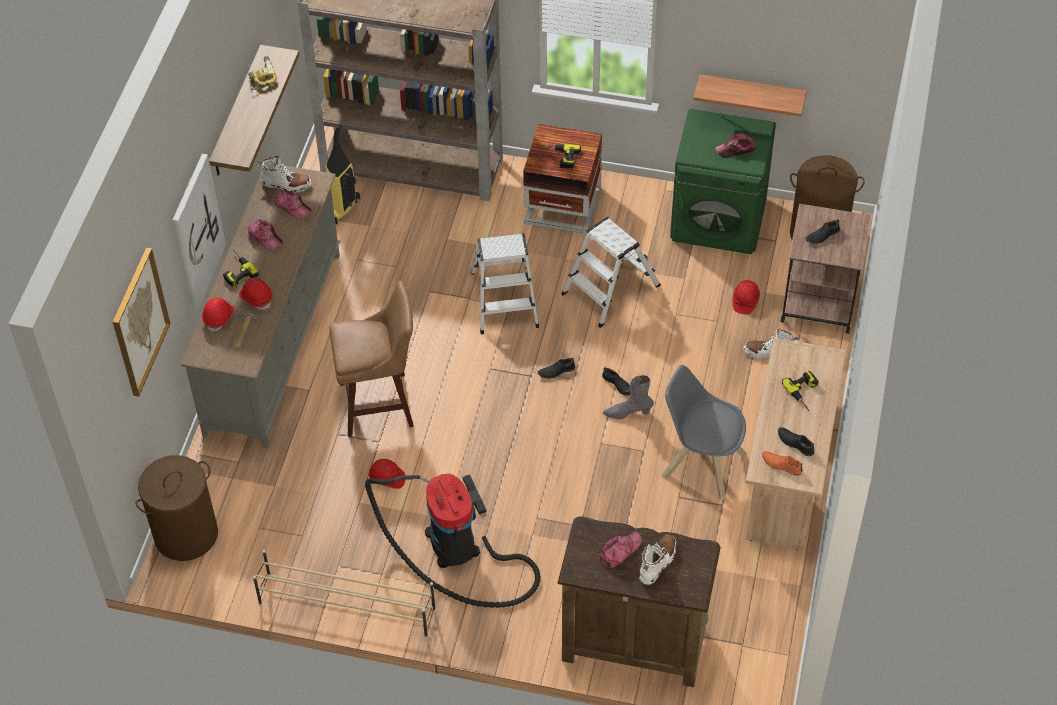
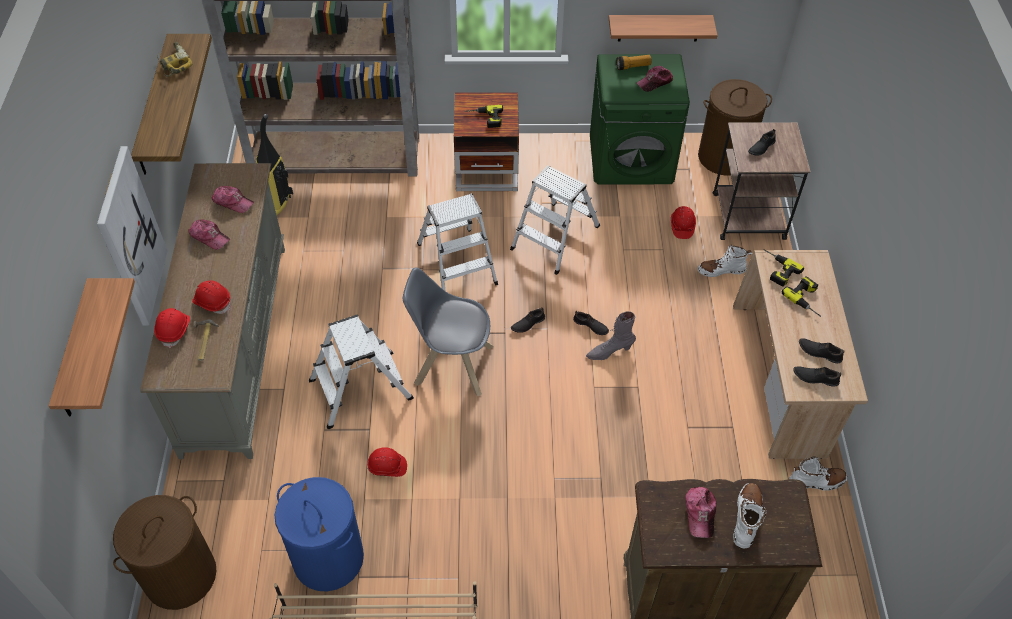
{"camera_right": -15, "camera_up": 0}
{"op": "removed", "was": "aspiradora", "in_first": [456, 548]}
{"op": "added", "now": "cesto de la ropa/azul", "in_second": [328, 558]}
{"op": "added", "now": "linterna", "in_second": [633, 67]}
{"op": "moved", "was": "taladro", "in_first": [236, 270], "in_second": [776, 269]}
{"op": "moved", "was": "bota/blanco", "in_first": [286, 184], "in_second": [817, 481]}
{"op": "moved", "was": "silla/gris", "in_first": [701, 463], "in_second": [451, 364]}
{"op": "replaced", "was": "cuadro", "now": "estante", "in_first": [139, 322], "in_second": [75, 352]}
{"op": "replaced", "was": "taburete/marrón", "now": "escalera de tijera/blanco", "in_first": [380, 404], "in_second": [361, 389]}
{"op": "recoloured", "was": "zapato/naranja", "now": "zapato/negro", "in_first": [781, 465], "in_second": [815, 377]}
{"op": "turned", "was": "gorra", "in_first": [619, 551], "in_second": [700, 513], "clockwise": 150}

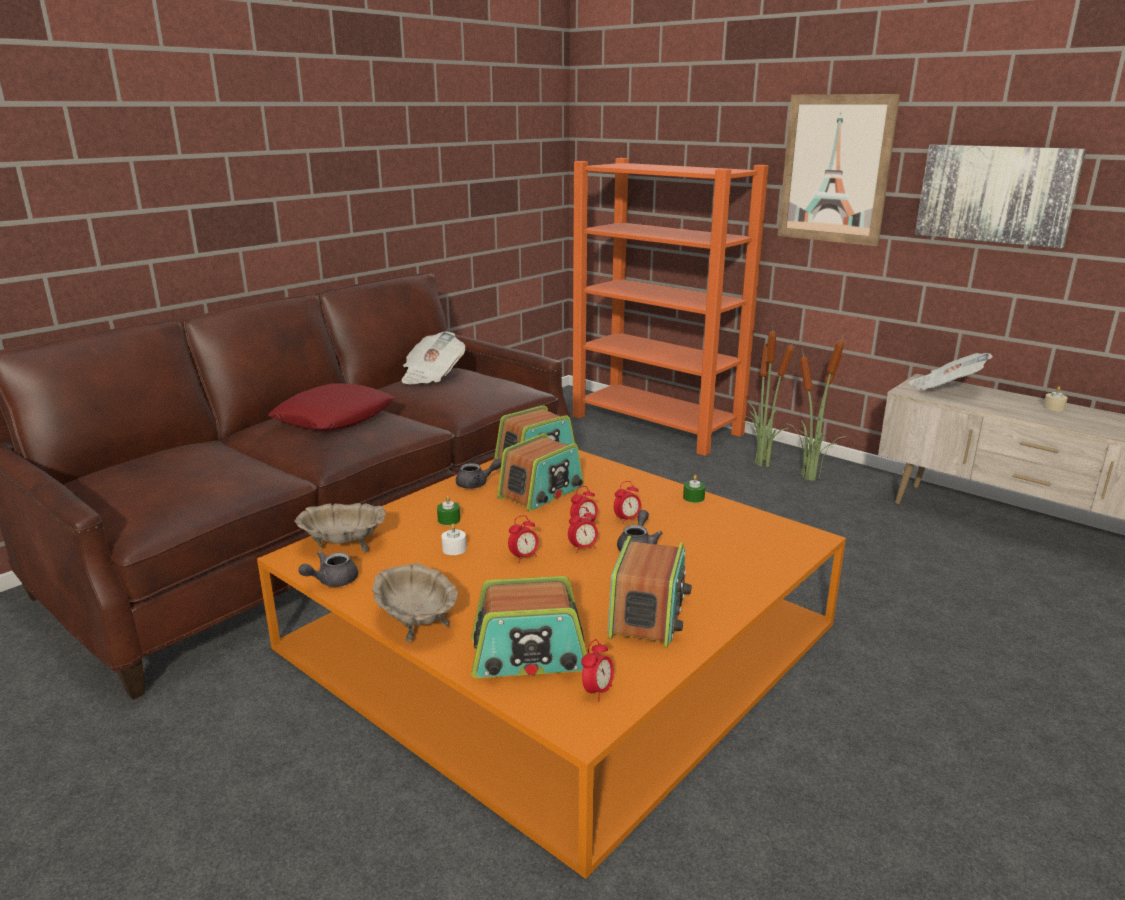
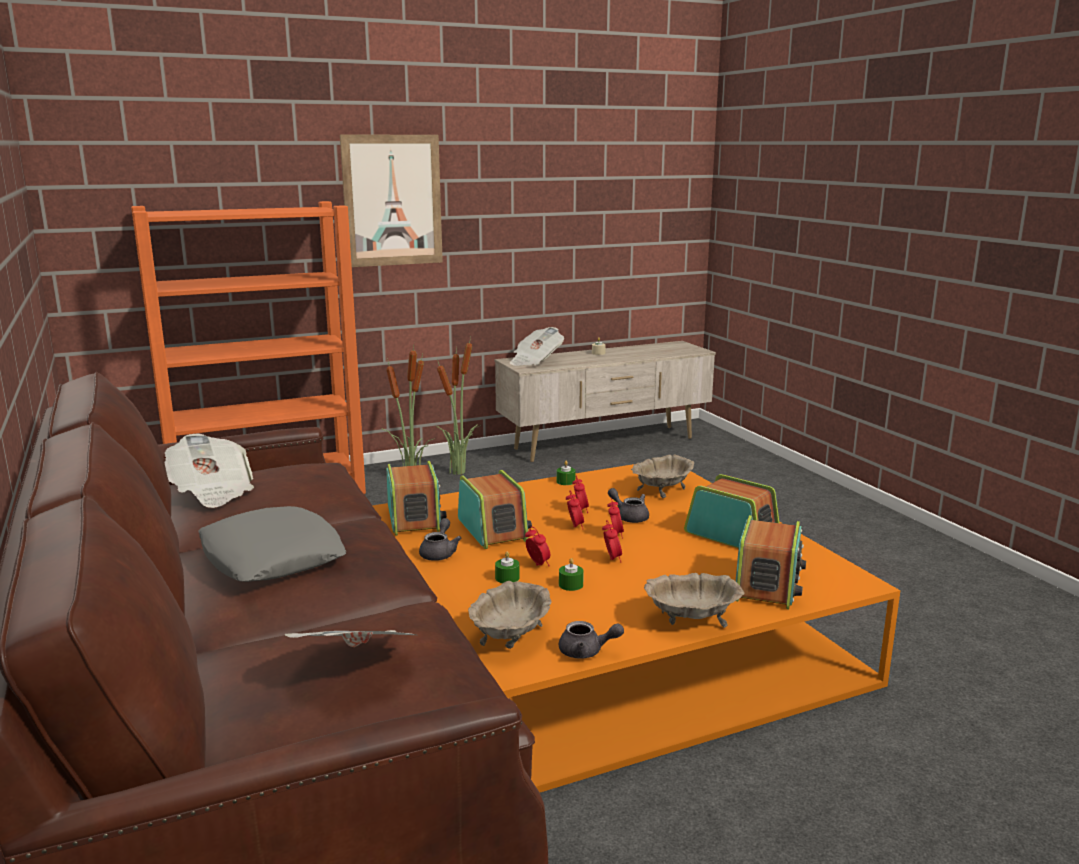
{"camera_right": -65, "camera_up": -5}
{"op": "removed", "was": "cuadro", "in_first": [995, 194]}
{"op": "added", "now": "periódico", "in_second": [358, 664]}
{"op": "added", "now": "cuenco/beis", "in_second": [661, 490]}
{"op": "moved", "was": "despertador", "in_first": [597, 691], "in_second": [537, 564]}
{"op": "recoloured", "was": "cojín/rojo", "now": "cojín/gris", "in_first": [335, 417], "in_second": [271, 557]}
{"op": "recoloured", "was": "vela/blanco", "now": "vela/verde", "in_first": [454, 549], "in_second": [571, 585]}
{"op": "turned", "was": "tetera/gris", "in_first": [332, 581], "in_second": [586, 652], "clockwise": -60}

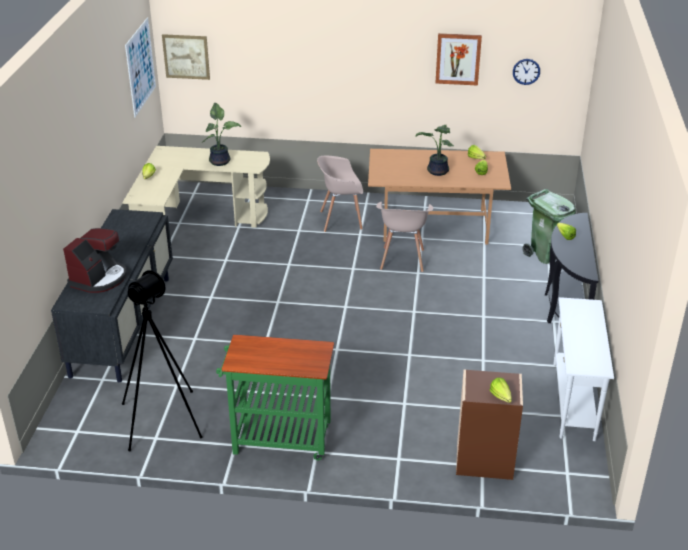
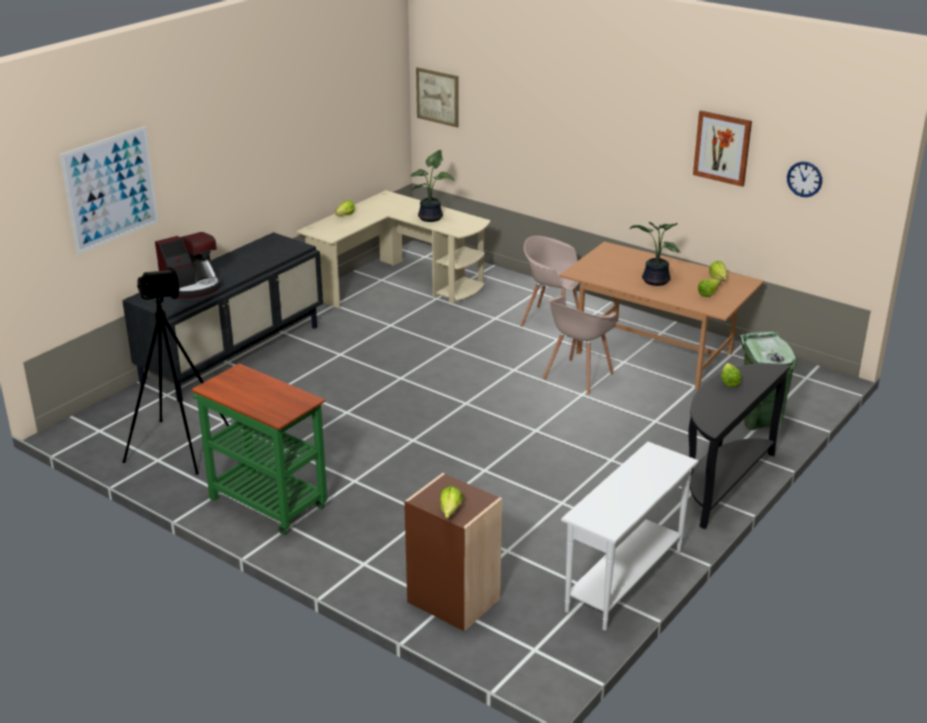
{"camera_right": 30, "camera_up": -5}
{"op": "moved", "was": "cuadro", "in_first": [140, 66], "in_second": [111, 189]}

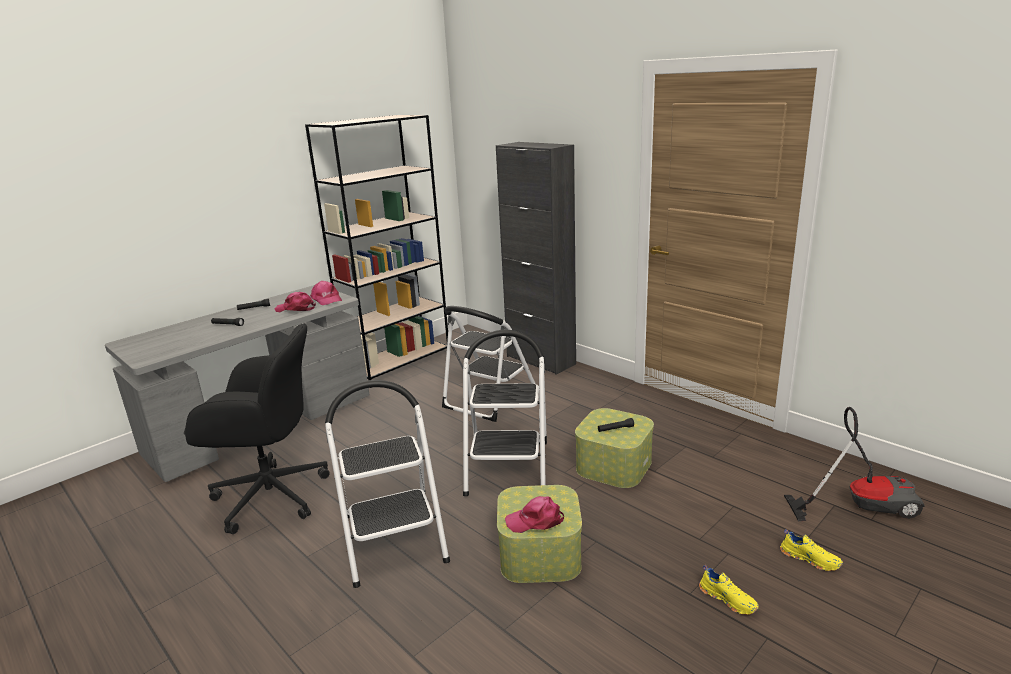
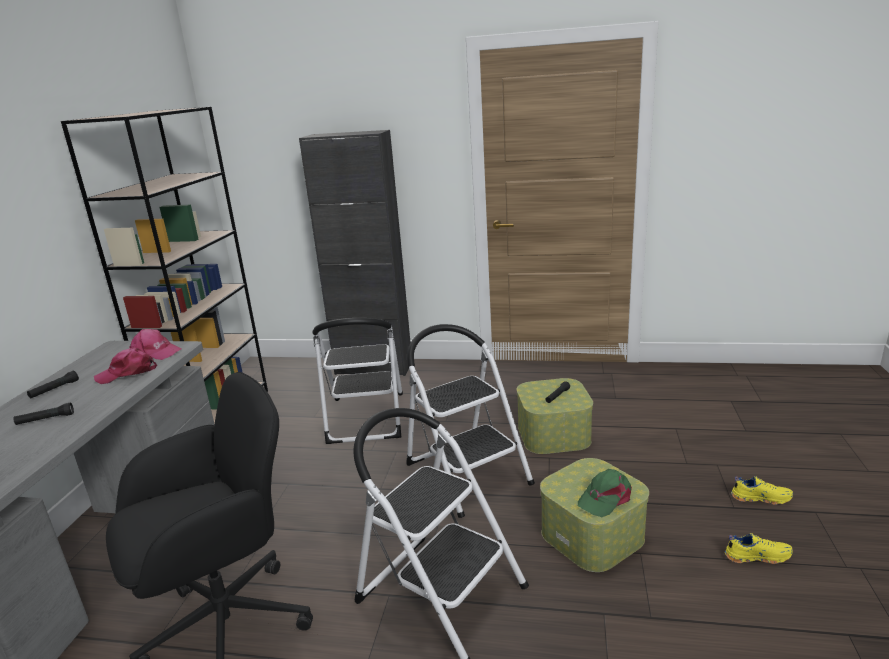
{"camera_right": -35, "camera_up": 0}
{"op": "removed", "was": "aspiradora", "in_first": [860, 504]}
{"op": "moved", "was": "zapato/amarillo", "in_first": [810, 559], "in_second": [756, 556]}
{"op": "recoloured", "was": "gorra/rosa", "now": "gorra/verde", "in_first": [535, 520], "in_second": [605, 498]}

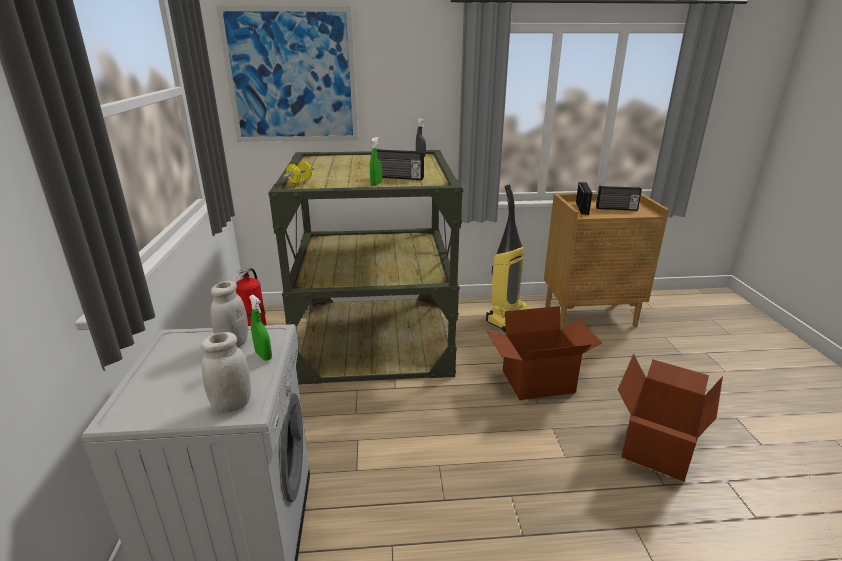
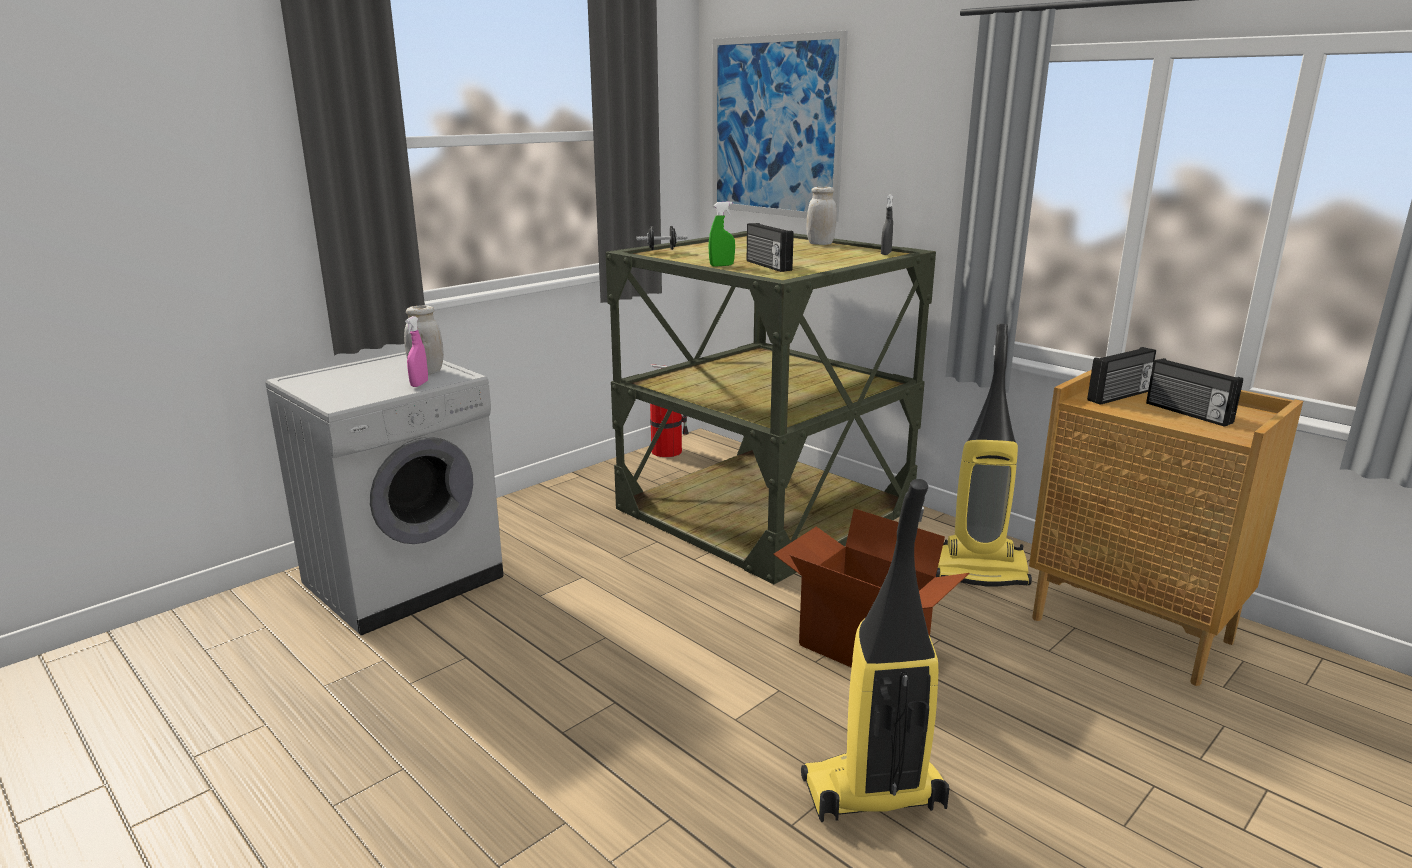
{"camera_right": 50, "camera_up": -5}
{"op": "moved", "was": "tarro/blanco", "in_first": [232, 405], "in_second": [820, 244]}
{"op": "replaced", "was": "caja de cartón", "now": "aspiradora", "in_first": [656, 446], "in_second": [872, 795]}
{"op": "recoloured", "was": "pulverizador/verde", "now": "pulverizador/rosa", "in_first": [263, 355], "in_second": [419, 384]}
{"op": "recoloured", "was": "mancuerna/amarillo", "now": "mancuerna/negro", "in_first": [300, 181], "in_second": [662, 249]}

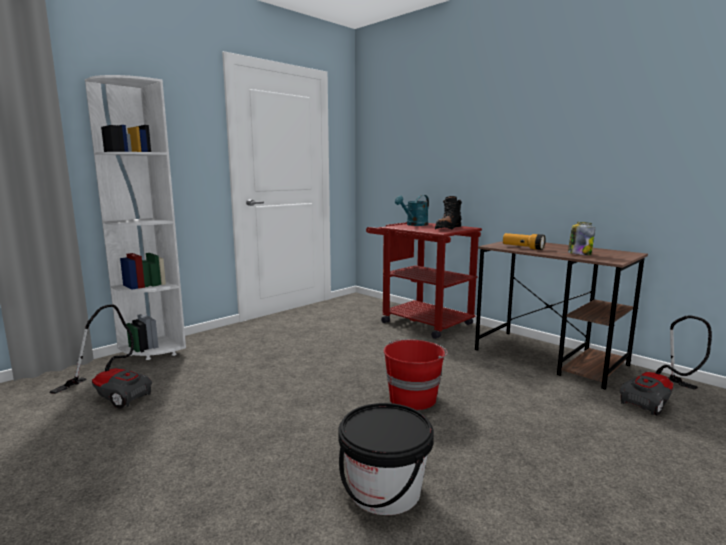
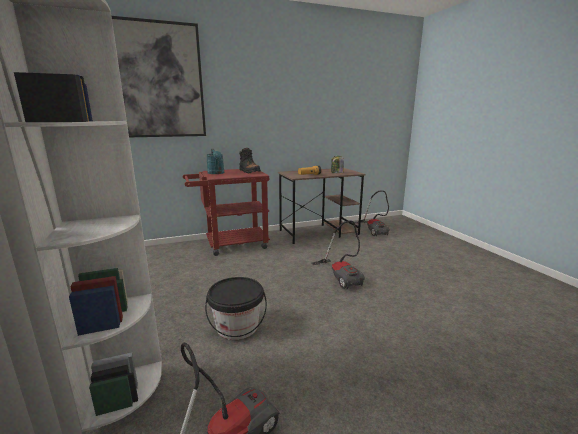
{"camera_right": -65, "camera_up": 5}
{"op": "added", "now": "cuadro", "in_second": [160, 81]}
{"op": "moved", "was": "cubo/negro", "in_first": [384, 490], "in_second": [237, 326]}
{"op": "replaced", "was": "cubo/rojo", "now": "aspiradora", "in_first": [413, 398], "in_second": [341, 276]}

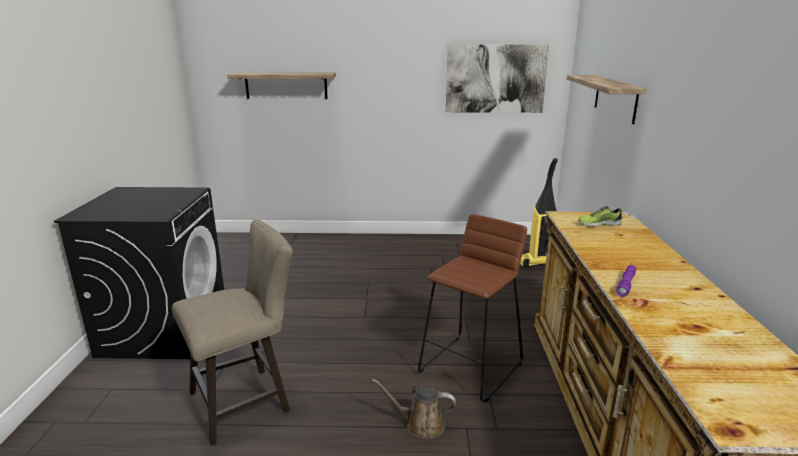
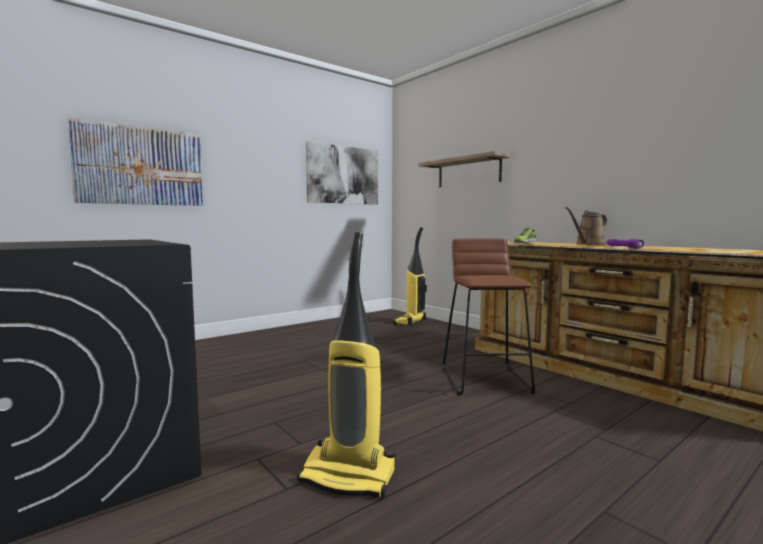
{"camera_right": -40, "camera_up": -15}
{"op": "moved", "was": "regadera/marrón", "in_first": [421, 425], "in_second": [589, 244]}
{"op": "replaced", "was": "taburete/beis", "now": "aspiradora", "in_first": [247, 400], "in_second": [350, 476]}
{"op": "replaced", "was": "estante", "now": "cuadro", "in_first": [286, 85], "in_second": [140, 166]}

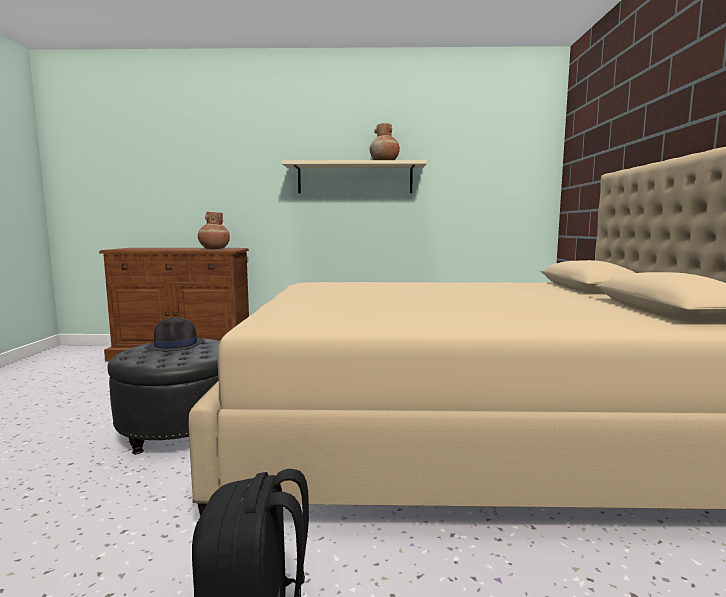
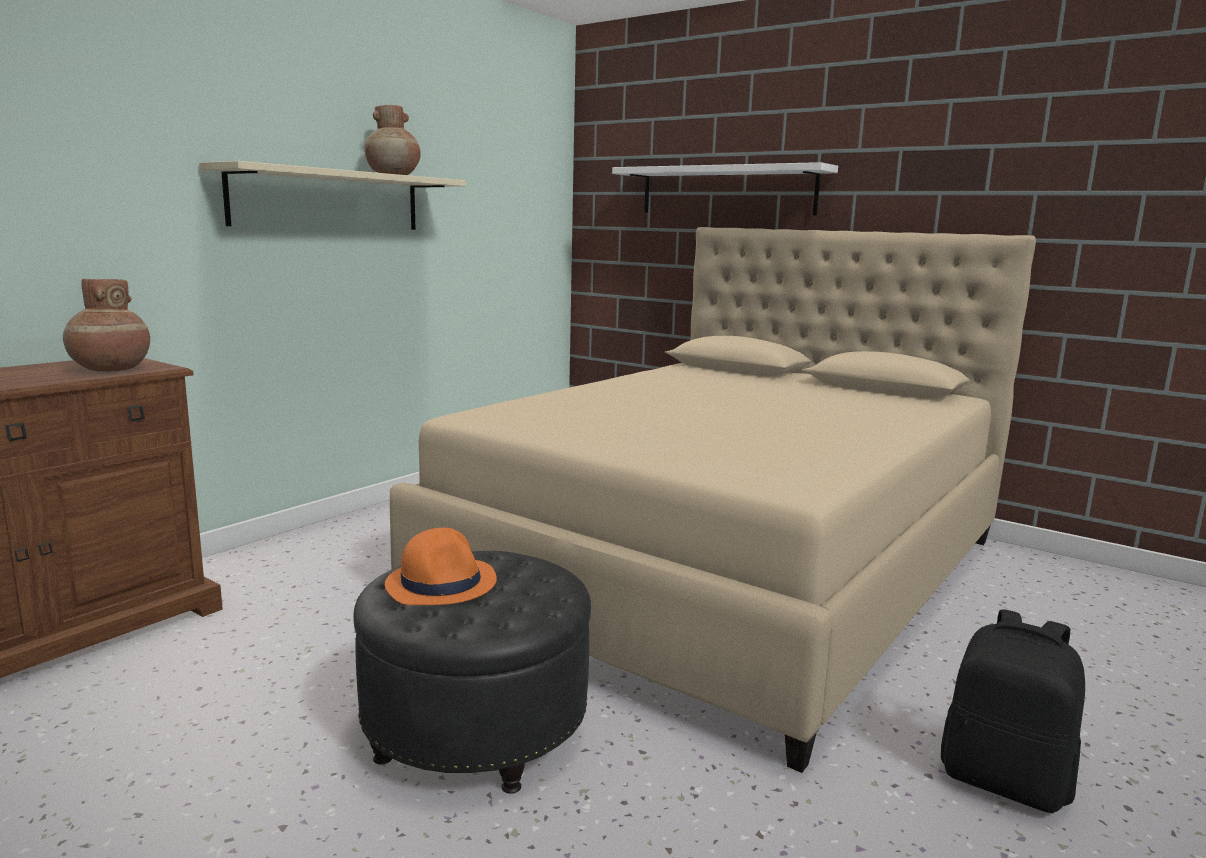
{"camera_right": -55, "camera_up": 5}
{"op": "added", "now": "estante/blanco", "in_second": [726, 191]}
{"op": "recoloured", "was": "sombrero/negro", "now": "sombrero/naranja", "in_first": [176, 345], "in_second": [442, 583]}

